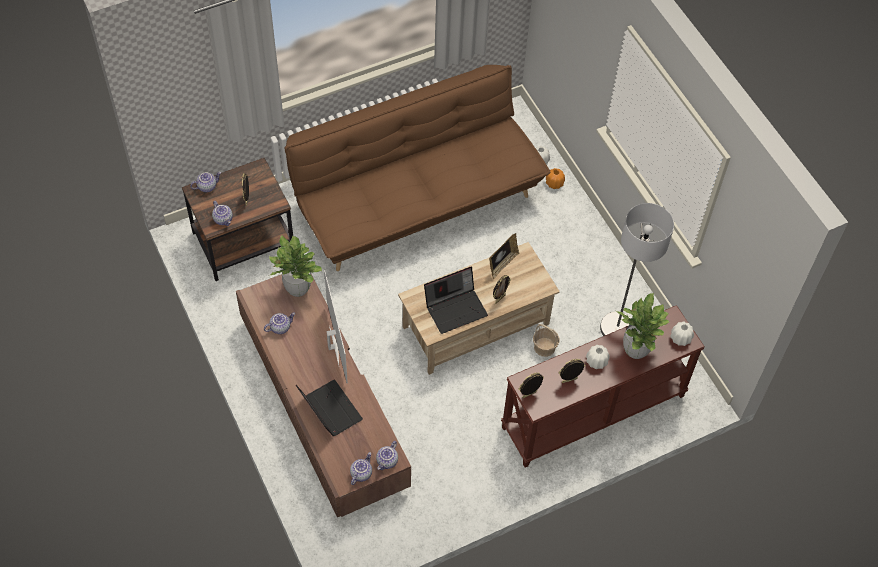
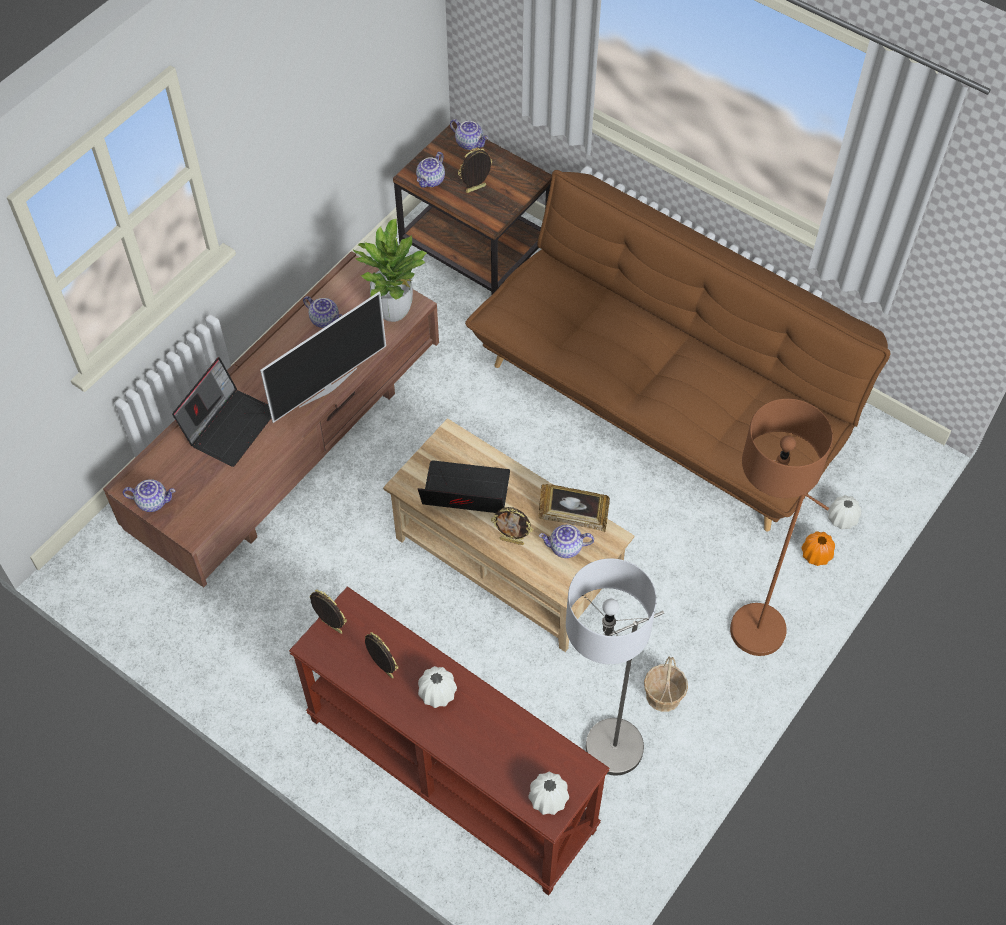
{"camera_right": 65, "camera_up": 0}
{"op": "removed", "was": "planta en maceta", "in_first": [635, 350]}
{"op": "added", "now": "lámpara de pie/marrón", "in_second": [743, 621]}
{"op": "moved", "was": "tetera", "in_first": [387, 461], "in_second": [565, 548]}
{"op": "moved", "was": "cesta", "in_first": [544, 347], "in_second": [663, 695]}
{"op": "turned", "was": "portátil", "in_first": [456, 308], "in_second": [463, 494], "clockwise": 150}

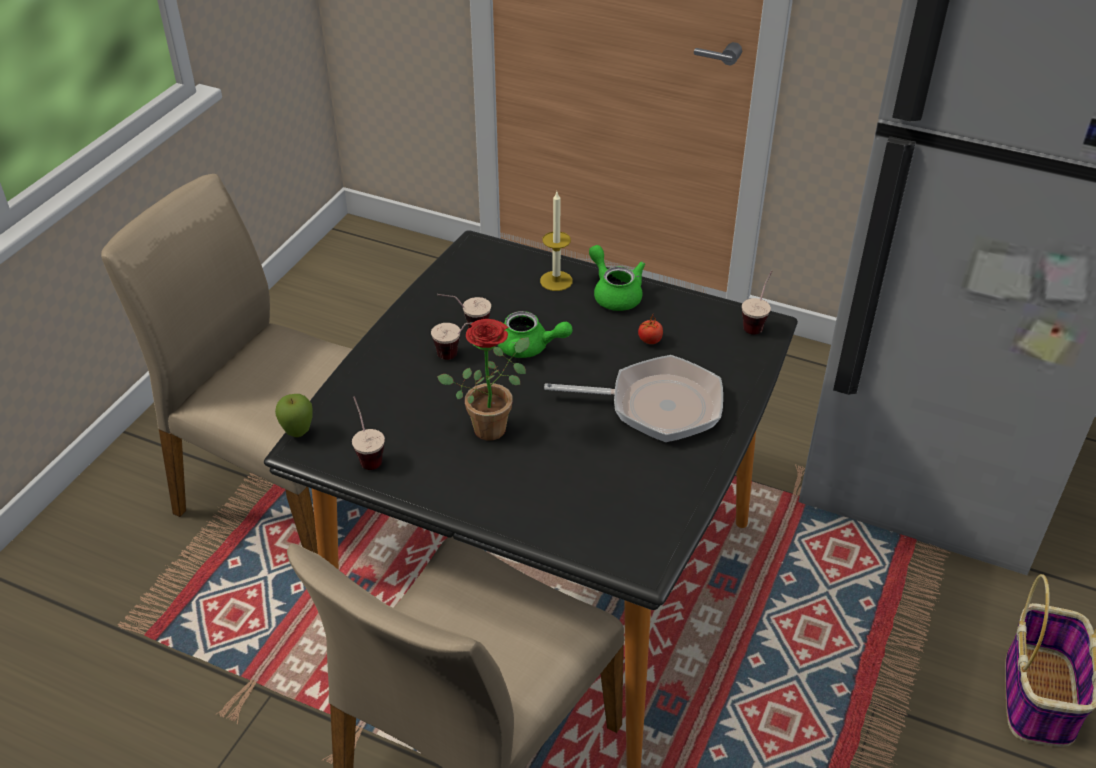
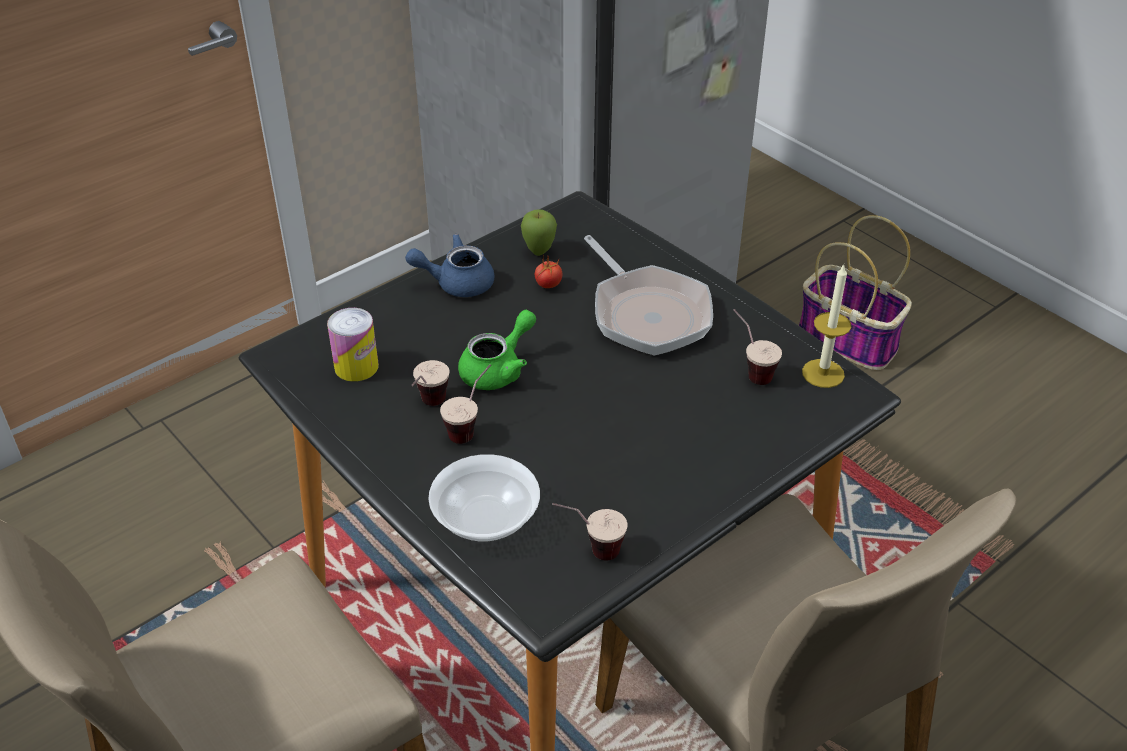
{"camera_right": -65, "camera_up": 0}
{"op": "removed", "was": "planta en maceta", "in_first": [493, 424]}
{"op": "added", "now": "lata", "in_second": [356, 366]}
{"op": "added", "now": "cuenco", "in_second": [485, 517]}
{"op": "moved", "was": "manzana", "in_first": [298, 433], "in_second": [539, 252]}
{"op": "moved", "was": "vela", "in_first": [556, 281], "in_second": [823, 373]}
{"op": "moved", "was": "taza", "in_first": [756, 322], "in_second": [750, 370]}
{"op": "recoloured", "was": "tetera/verde", "now": "tetera/azul", "in_first": [614, 294], "in_second": [456, 283]}
{"op": "turned", "was": "sartén", "in_first": [656, 406], "in_second": [647, 313], "clockwise": 120}

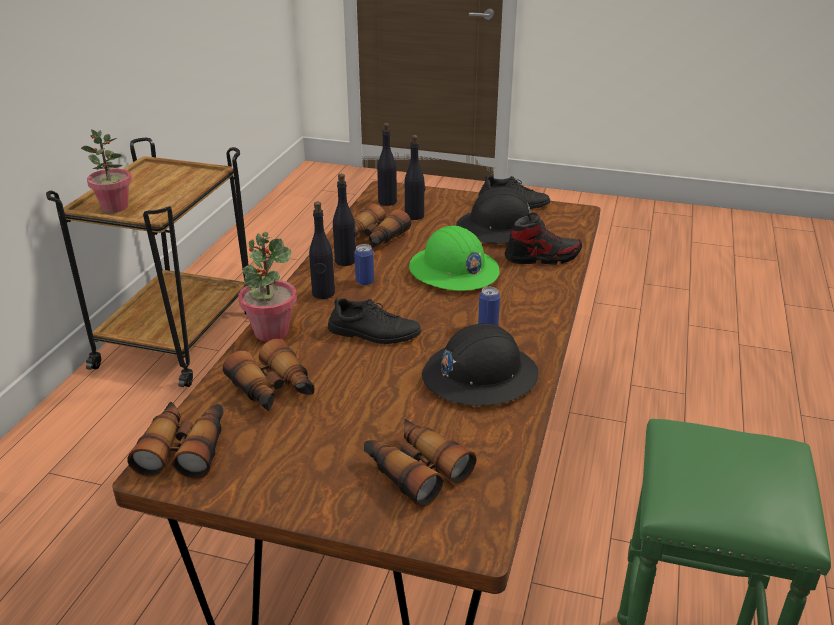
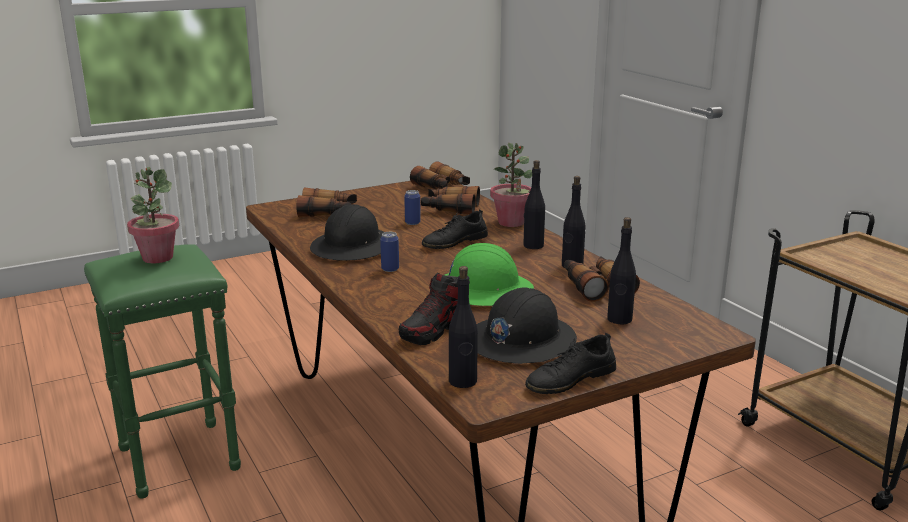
{"camera_right": 135, "camera_up": -10}
{"op": "moved", "was": "planta en maceta", "in_first": [115, 207], "in_second": [157, 258]}
{"op": "moved", "was": "lata", "in_first": [364, 281], "in_second": [412, 223]}
{"op": "moved", "was": "botella/negro", "in_first": [387, 202], "in_second": [463, 381]}

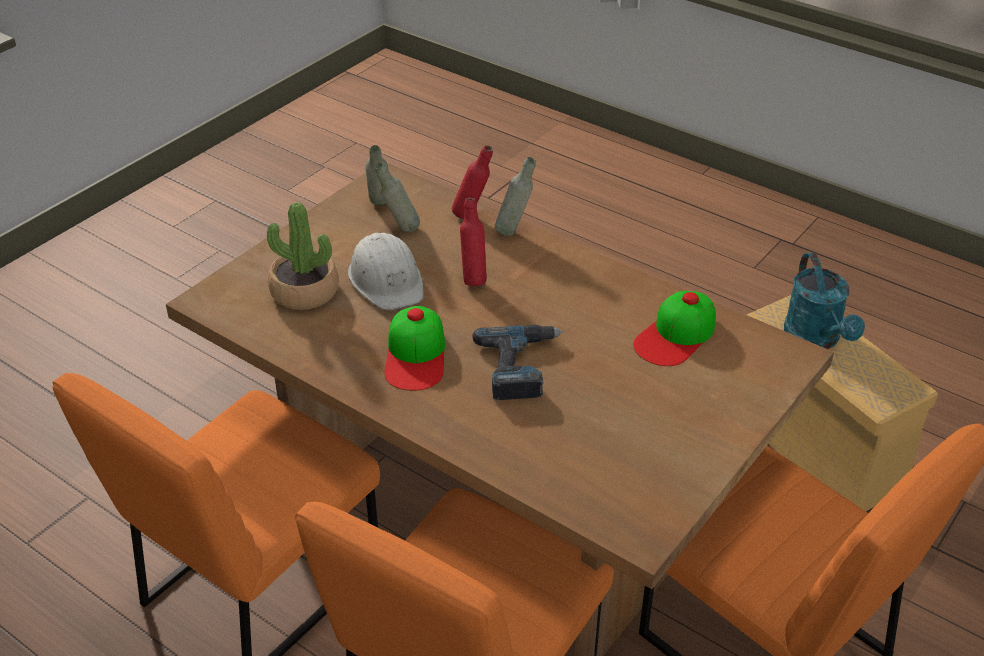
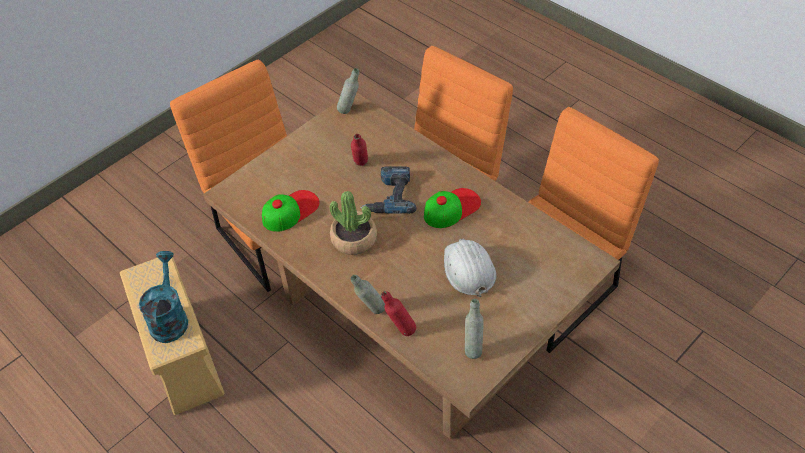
{"camera_right": -170, "camera_up": 10}
{"op": "moved", "was": "planta en maceta", "in_first": [304, 292], "in_second": [354, 239]}
{"op": "moved", "was": "botella/gris", "in_first": [400, 231], "in_second": [350, 110]}
{"op": "moved", "was": "botella/rojo", "in_first": [473, 278], "in_second": [361, 167]}
{"op": "turned", "was": "gorra", "in_first": [416, 355], "in_second": [451, 208], "clockwise": 45}

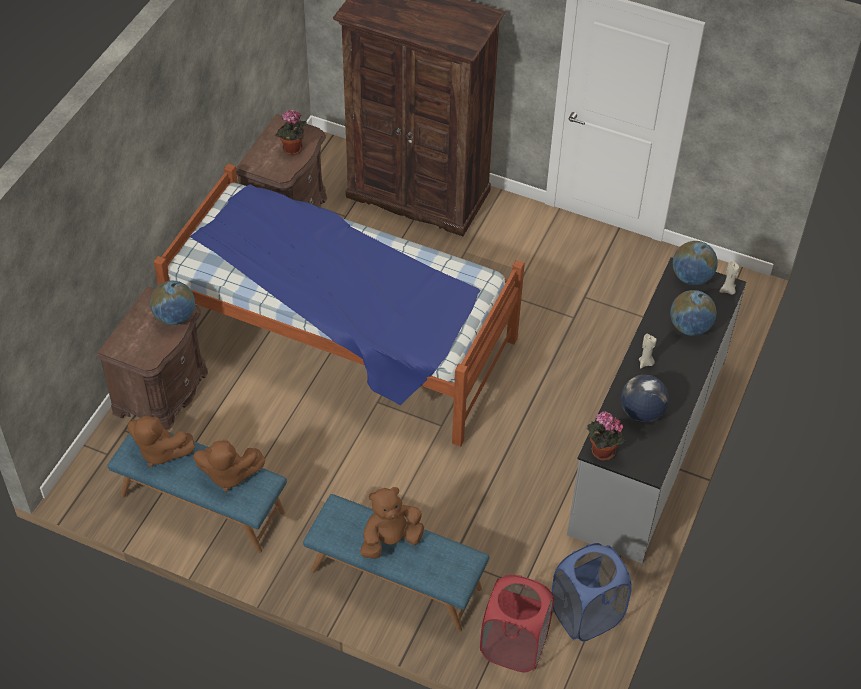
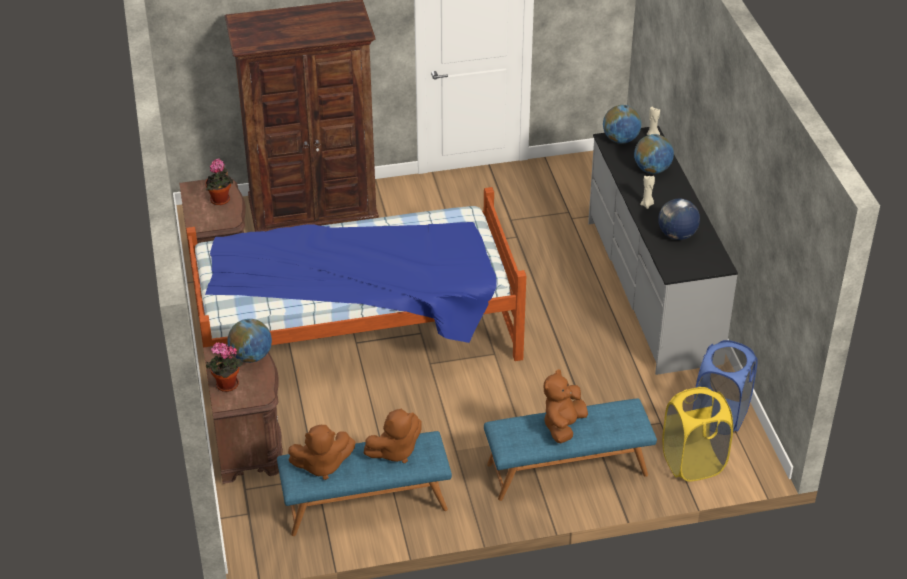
{"camera_right": -35, "camera_up": -10}
{"op": "moved", "was": "planta en maceta", "in_first": [601, 452], "in_second": [226, 386]}
{"op": "recoloured", "was": "cesto de la ropa/rojo", "now": "cesto de la ropa/amarillo", "in_first": [513, 645], "in_second": [693, 463]}

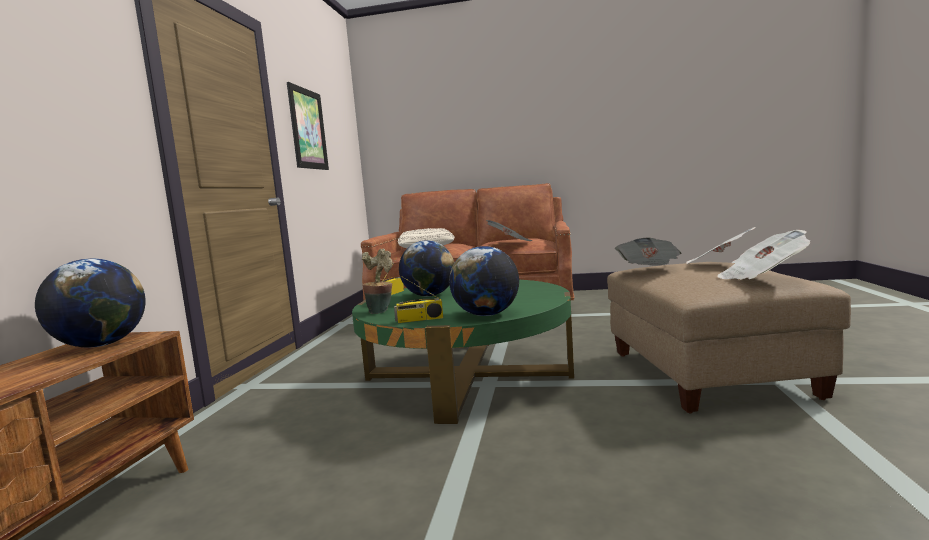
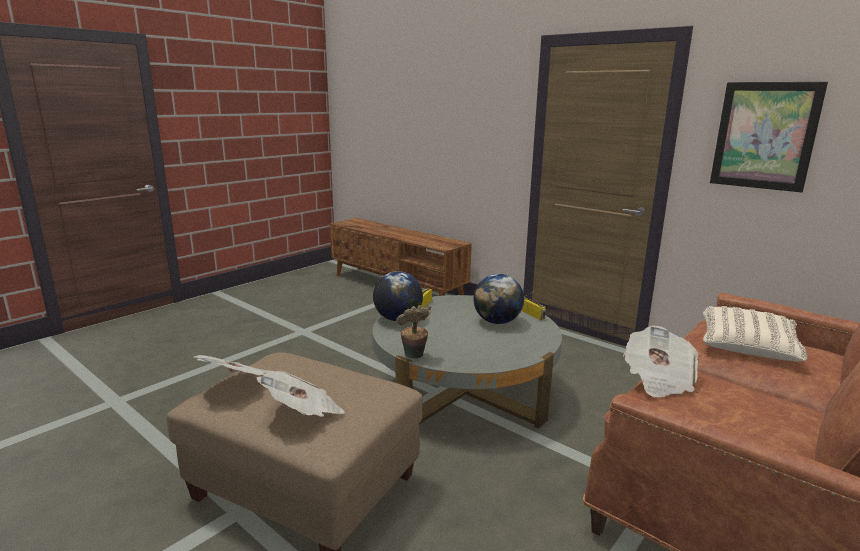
{"camera_right": 120, "camera_up": 10}
{"op": "removed", "was": "globo terráqueo", "in_first": [101, 345]}
{"op": "removed", "was": "periódico", "in_first": [649, 270]}
{"op": "moved", "was": "planta en maceta", "in_first": [381, 311], "in_second": [414, 357]}
{"op": "recoloured", "was": "mesa de centro/verde", "now": "mesa de centro/gris", "in_first": [467, 376], "in_second": [464, 390]}

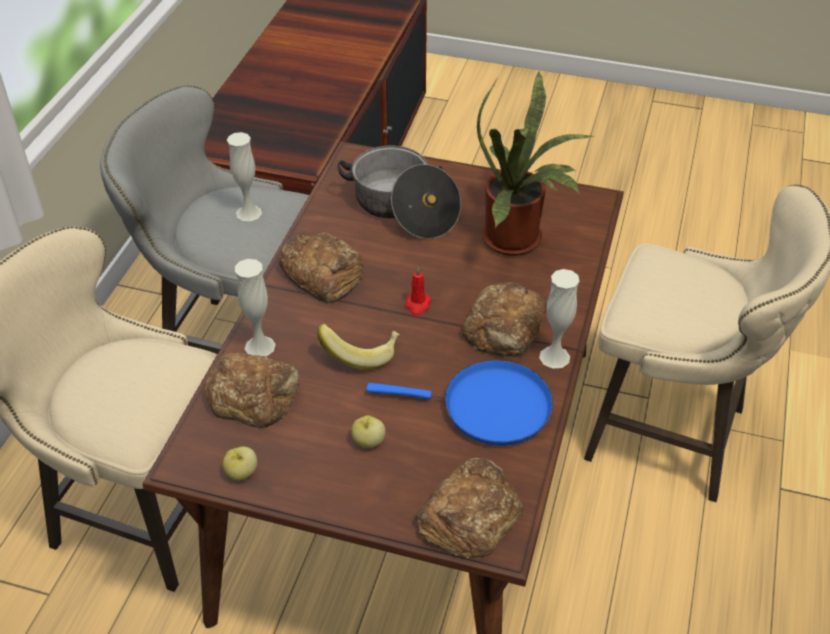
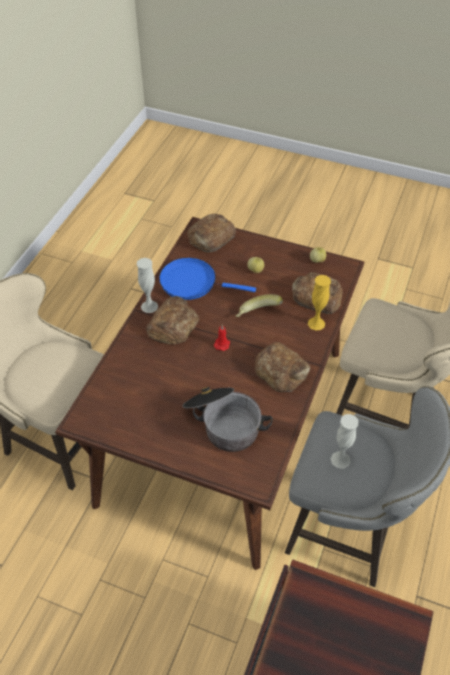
{"camera_right": -175, "camera_up": 5}
{"op": "removed", "was": "planta en maceta", "in_first": [518, 240]}
{"op": "recoloured", "was": "florero/blanco", "now": "florero/amarillo", "in_first": [260, 346], "in_second": [316, 323]}

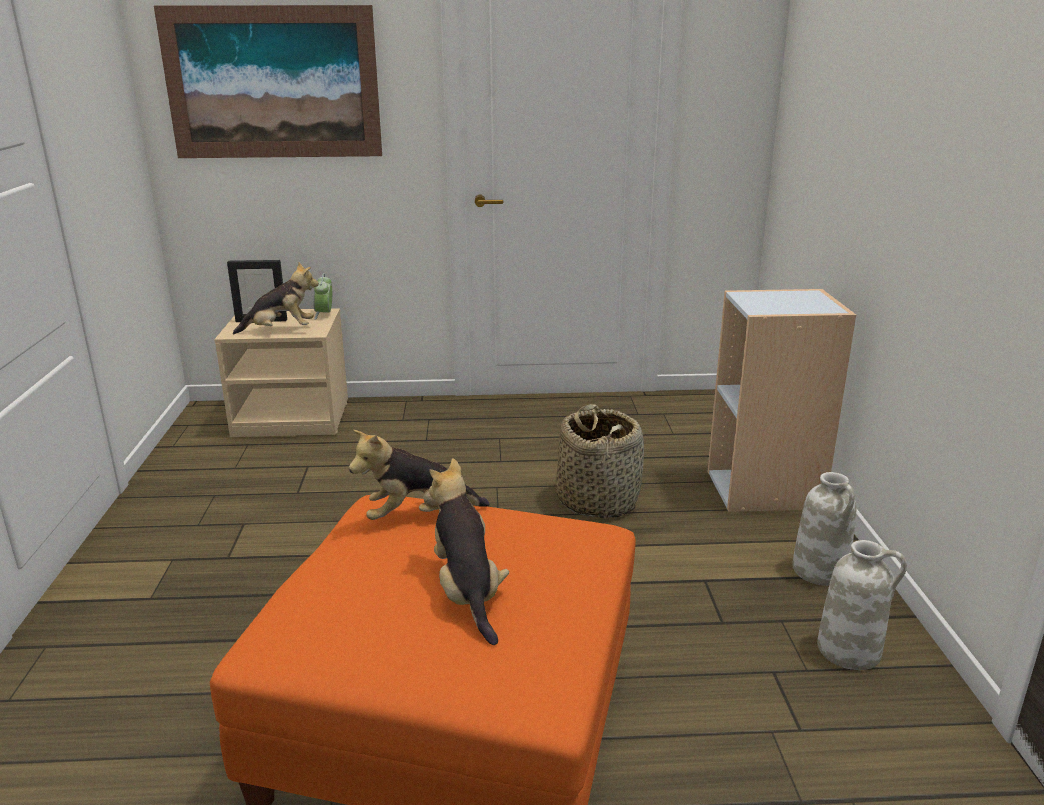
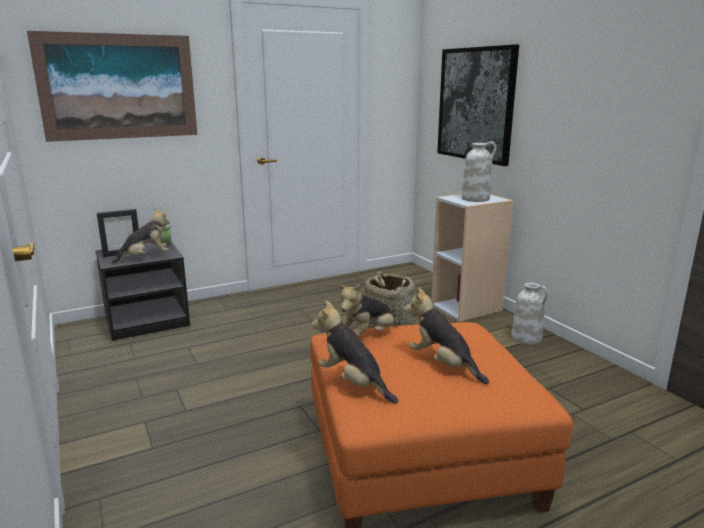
{"camera_right": -25, "camera_up": -5}
{"op": "added", "now": "peluche", "in_second": [353, 383]}
{"op": "added", "now": "cuadro", "in_second": [475, 104]}
{"op": "moved", "was": "florero/blanco", "in_first": [850, 650], "in_second": [475, 199]}
{"op": "recoloured", "was": "mesita de noche/beis", "now": "mesita de noche/negro", "in_first": [293, 417], "in_second": [148, 321]}

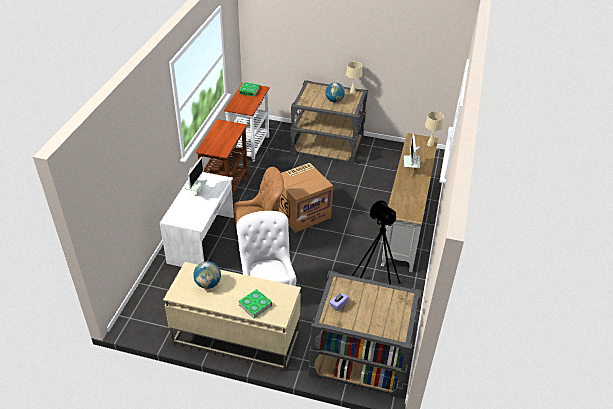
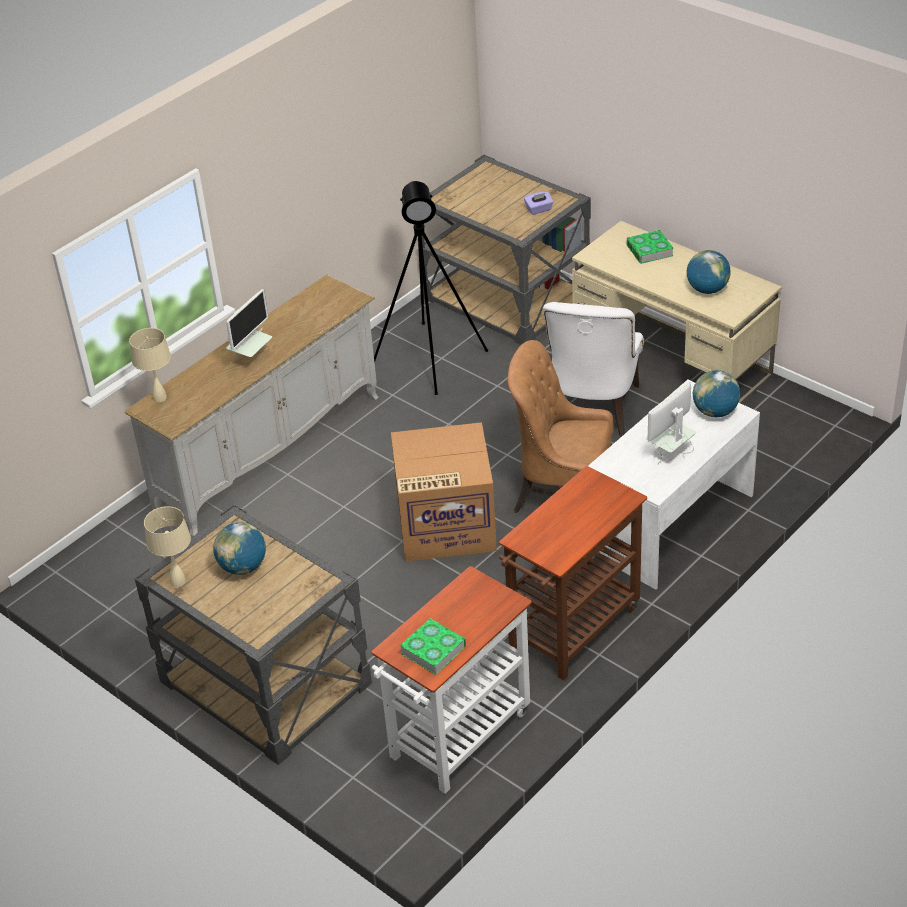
{"camera_right": -150, "camera_up": 0}
{"op": "added", "now": "globo terráqueo", "in_second": [715, 412]}

